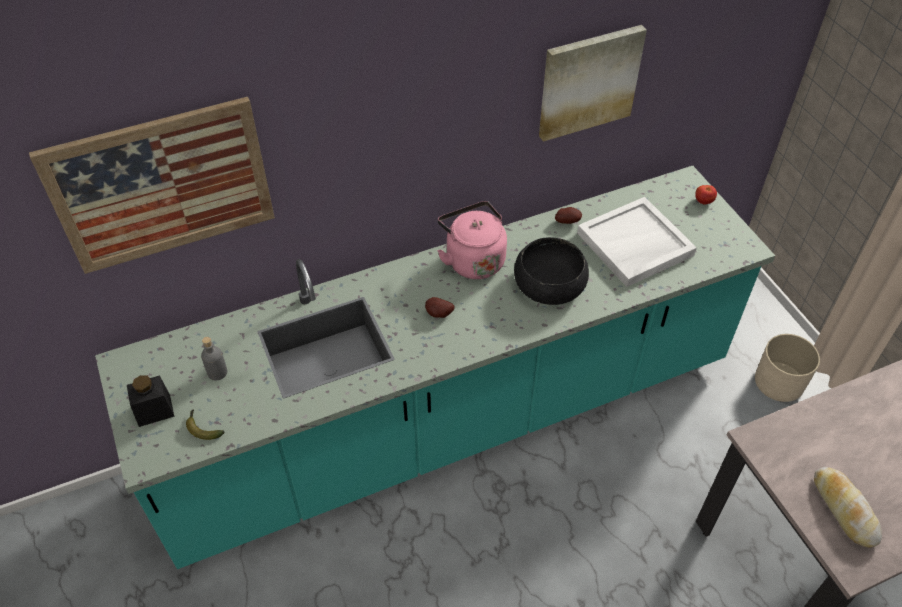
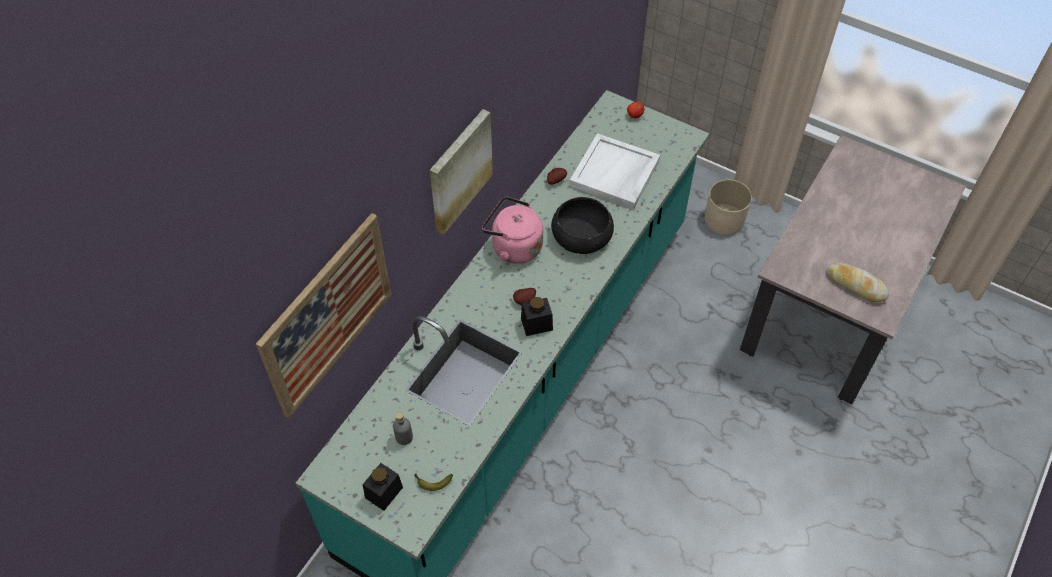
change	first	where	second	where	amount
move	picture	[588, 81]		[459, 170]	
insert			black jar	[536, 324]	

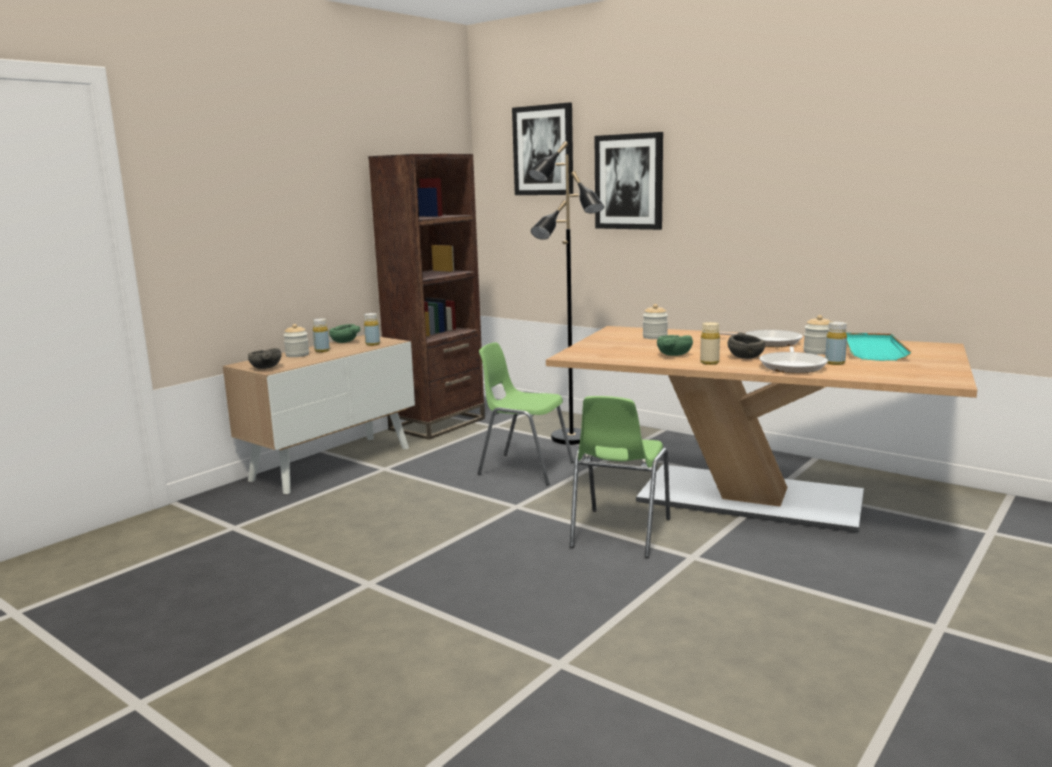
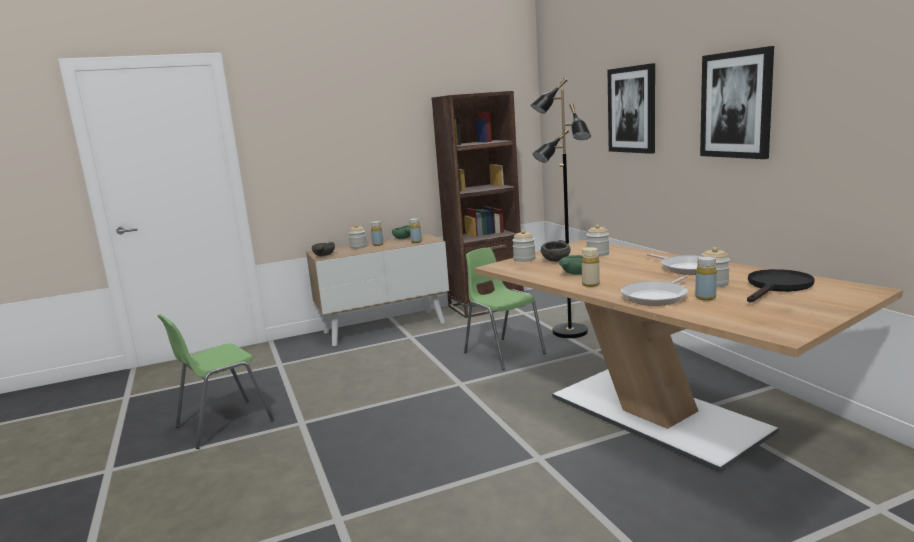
change	first	where	second	where	amount
move	green chair	[619, 533]		[223, 424]	
insert			jar	[524, 259]	
move	grey bowl	[746, 357]		[556, 260]	
move	picture	[543, 150]		[736, 105]	
replace	turquoise tray	[872, 350]	black frying pan	[777, 287]	

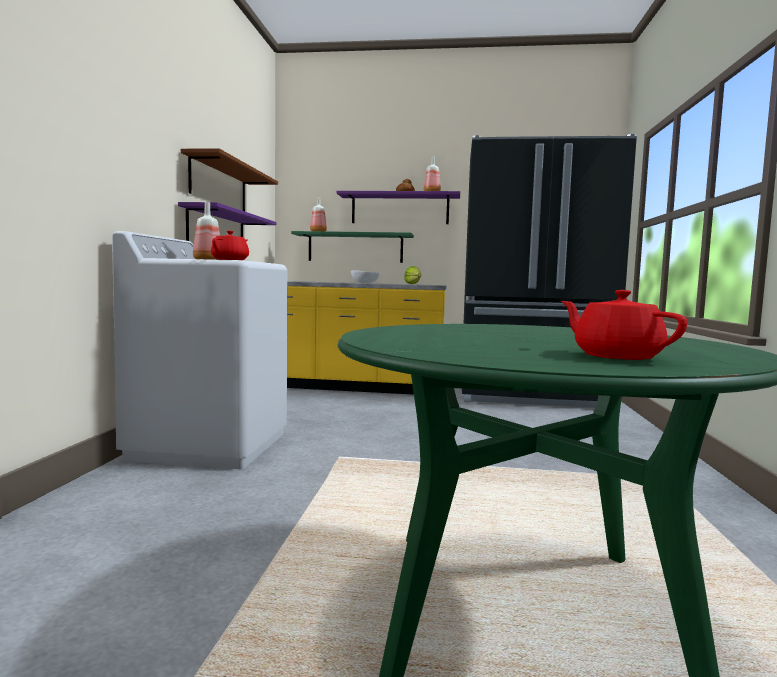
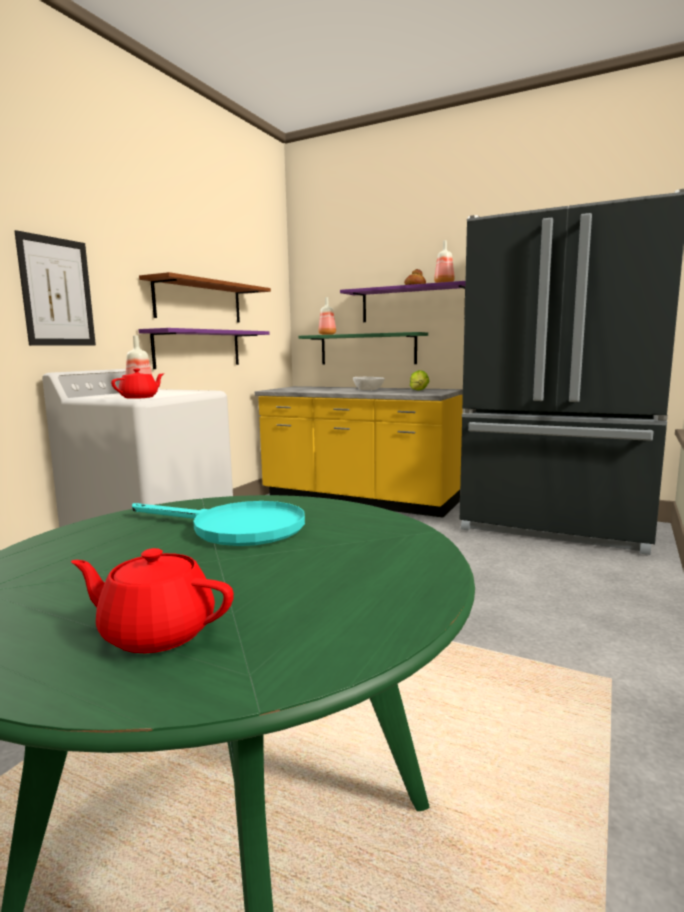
change	first	where	second	where	amount
insert			picture	[57, 292]	
rotate	red teapot	[616, 356]		[156, 632]	60 degrees counterclockwise
insert			turquoise frying pan	[235, 528]	

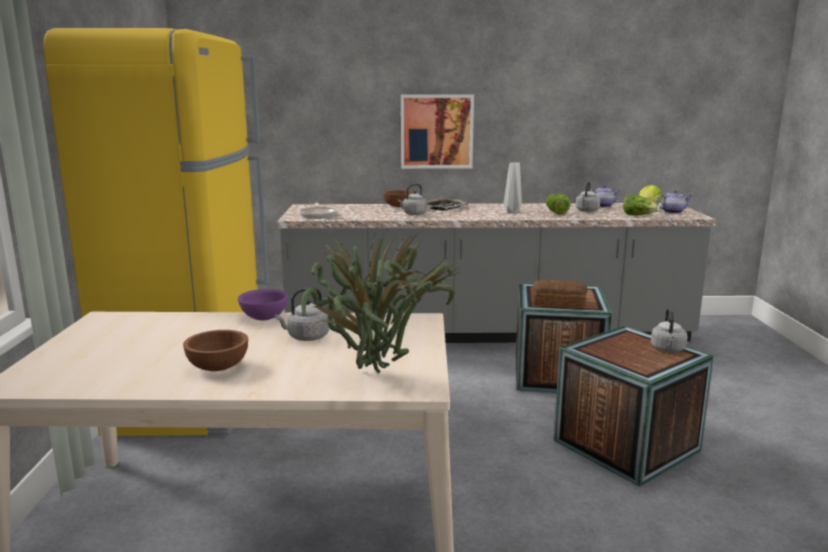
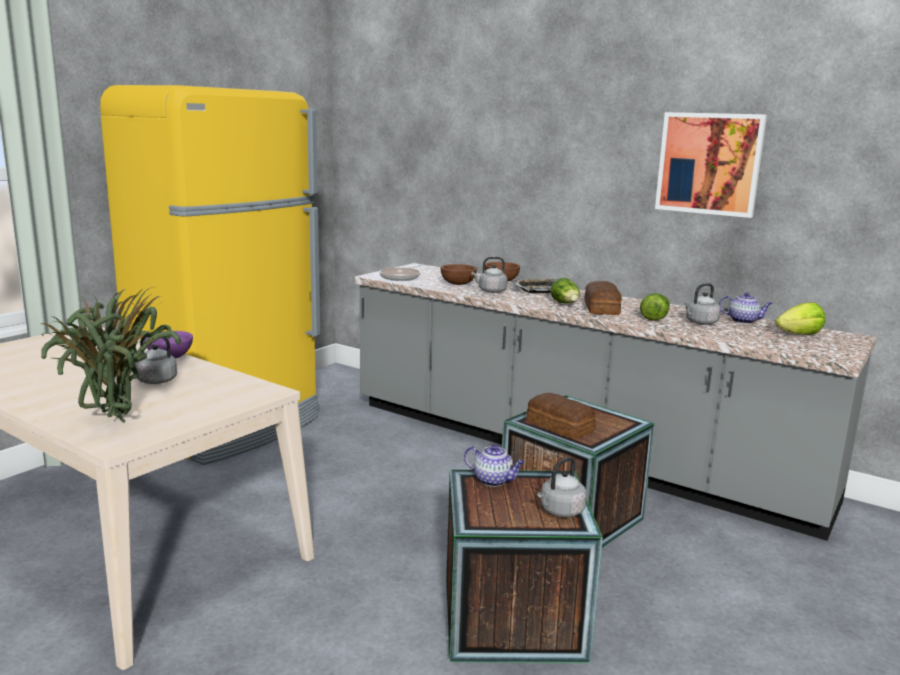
change	first	where	second	where	amount
move	brown bowl	[217, 367]		[457, 284]	
move	teapot	[673, 212]		[493, 480]	
move	lettuce	[639, 215]		[566, 304]	
replace	grey vase	[513, 212]	bread	[602, 308]	
move	picture	[436, 131]		[709, 163]	

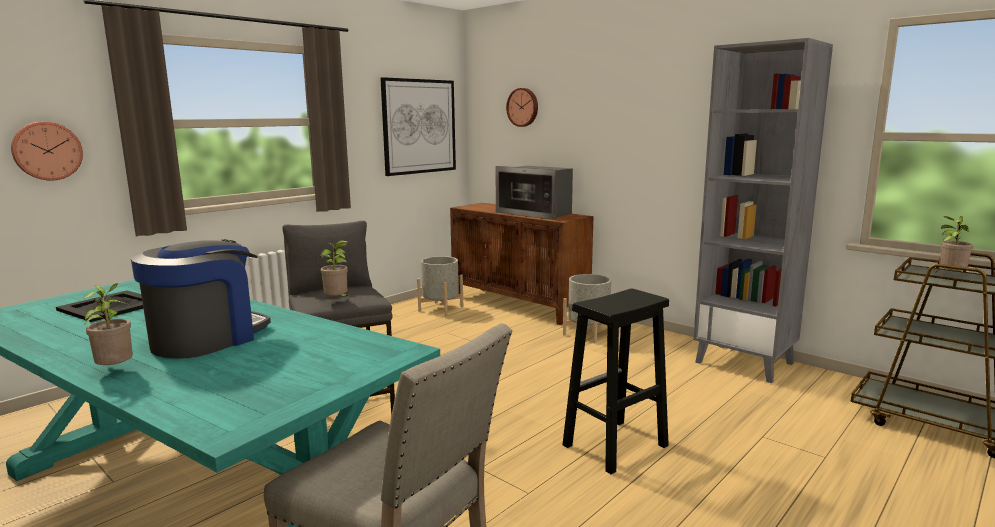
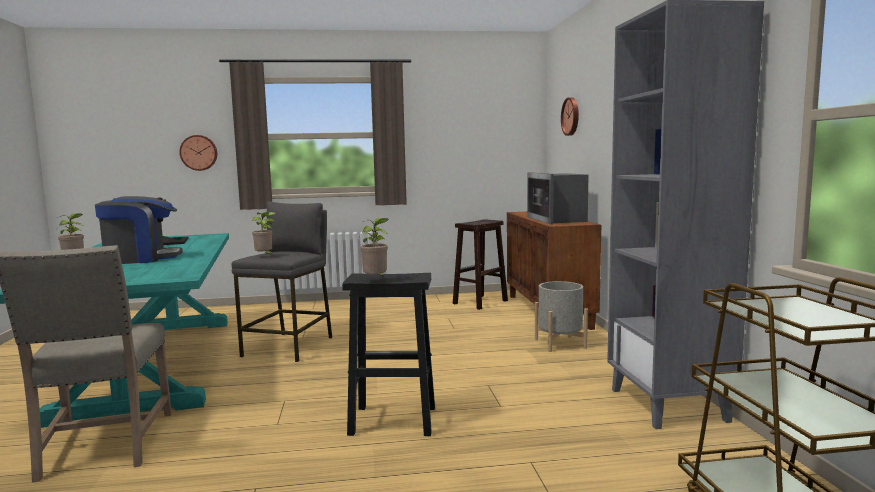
change	first	where	second	where	amount
move	potted plant	[949, 276]		[376, 281]	
replace	grey planter	[441, 309]	brown stool	[480, 302]	
delete	picture	[419, 126]			

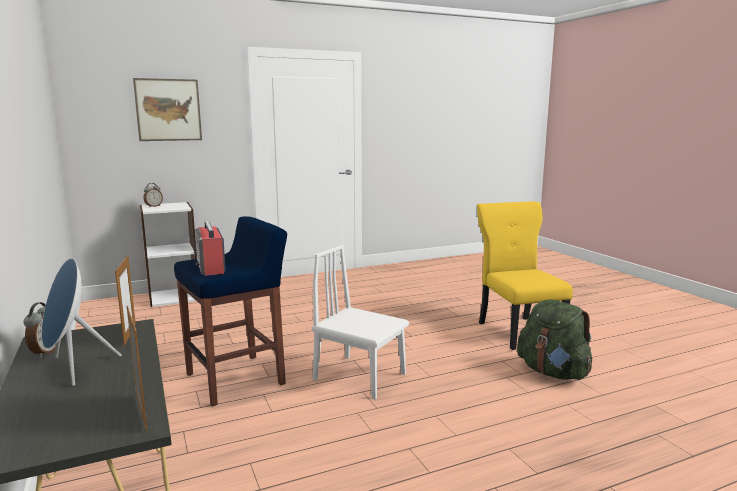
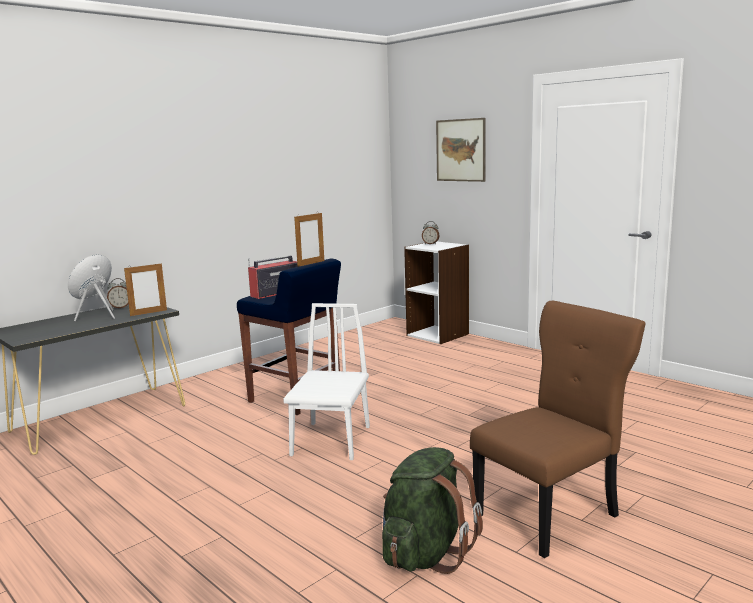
change	first	where	second	where	amount
move	picture frame	[141, 412]		[311, 263]	
recolor	yellow chair	[518, 331]	brown chair	[551, 514]	

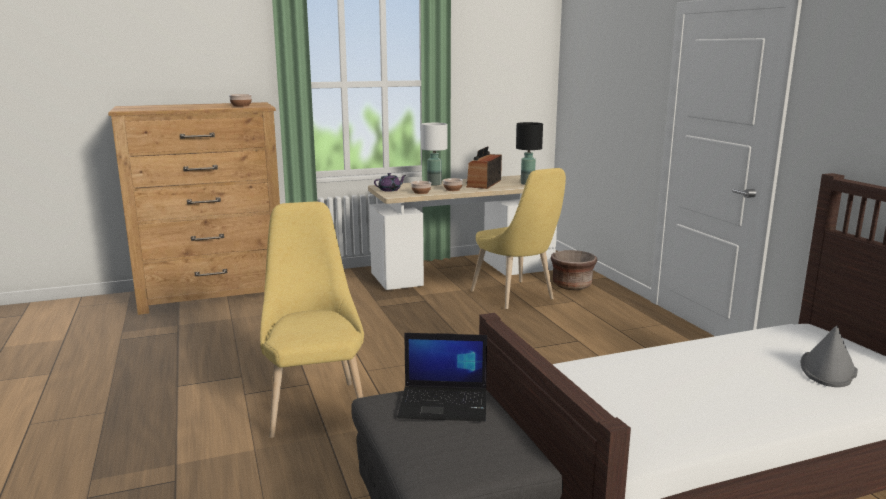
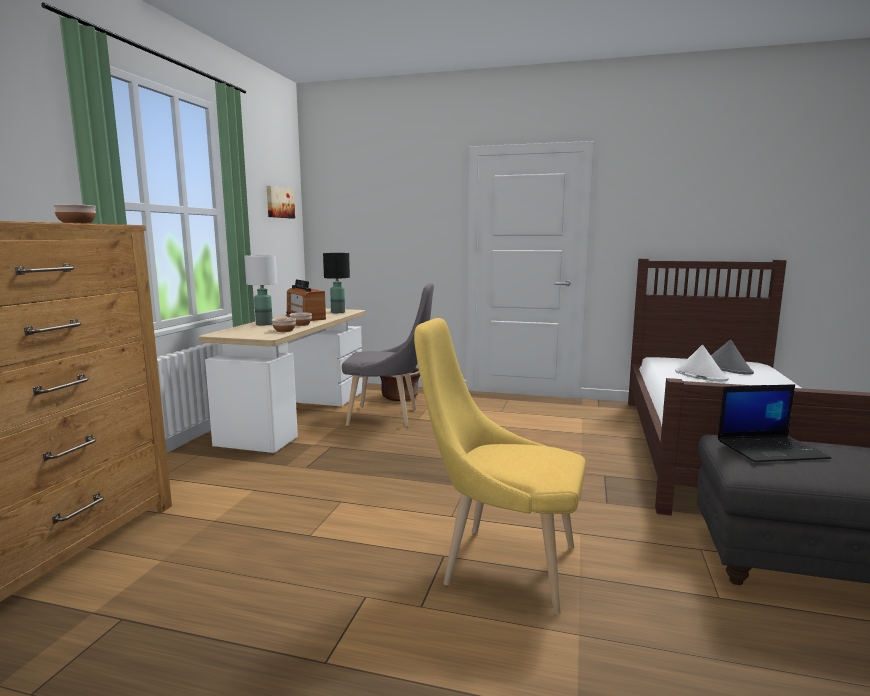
change	first	where	second	where	amount
insert			picture	[279, 202]	
recolor	yellow chair	[516, 297]	grey chair	[388, 417]	
insert			white hat	[700, 375]	
rotate	laptop	[445, 403]		[771, 449]	45 degrees clockwise
delete	purple teapot	[390, 190]			

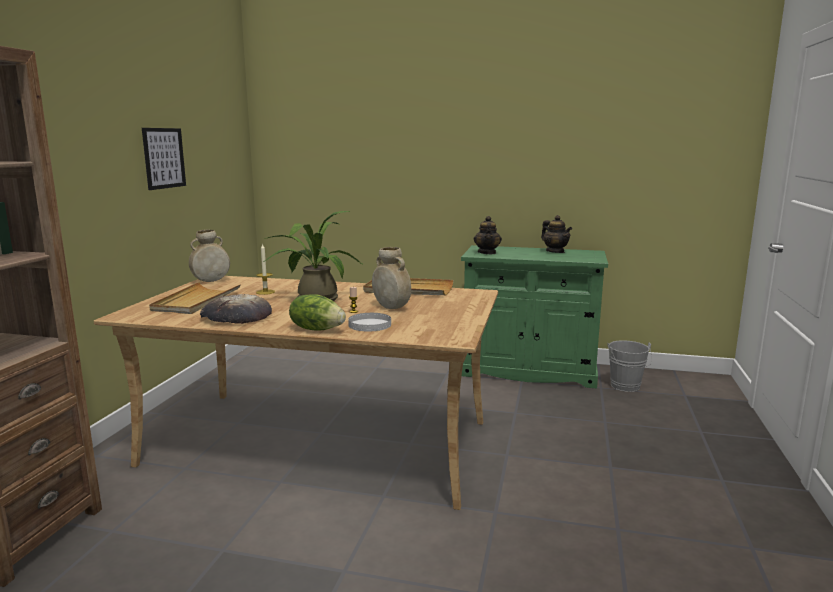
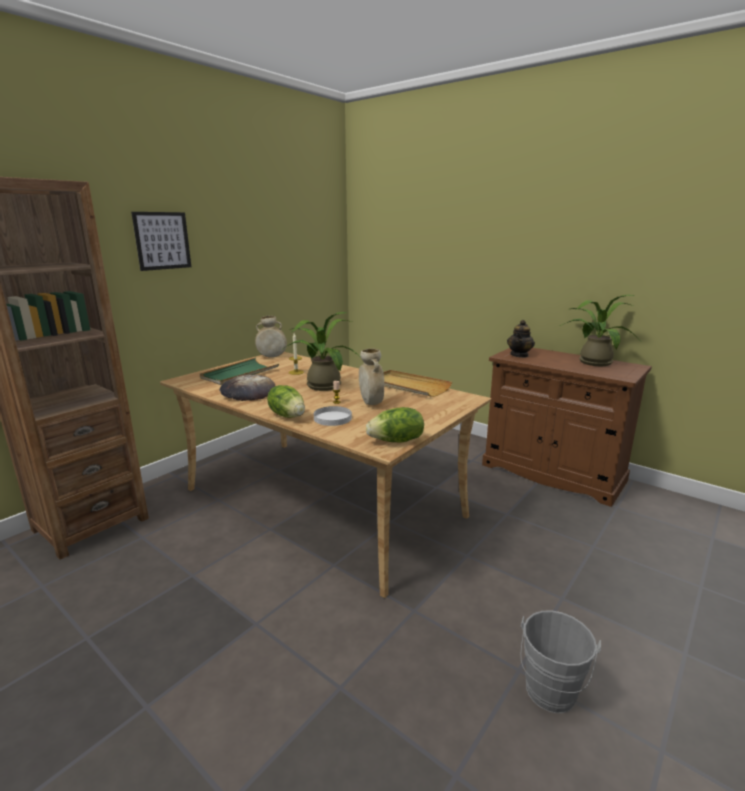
change	first	where	second	where	amount
move	picture	[164, 158]		[162, 241]	
recolor	beige tray	[196, 301]	green tray	[240, 374]	
insert			lettuce	[397, 441]	
recolor	green cabinet	[528, 370]	brown cabinet	[552, 473]	
move	grey bucket	[626, 387]		[549, 695]	
replace	teapot	[555, 251]	potted plant	[592, 361]	

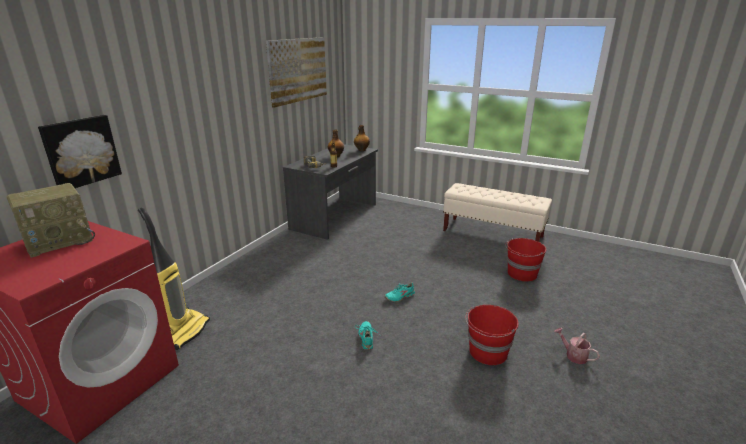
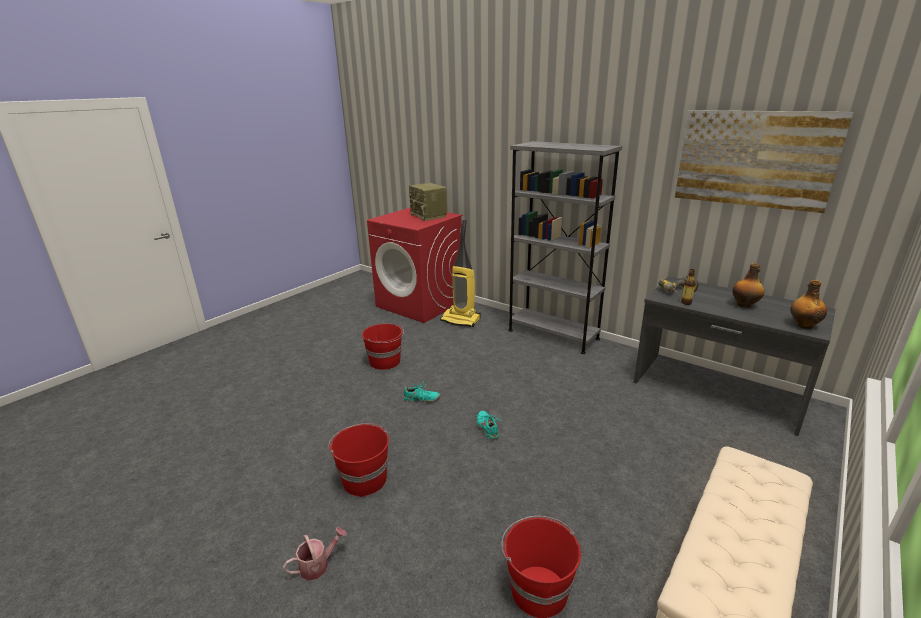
change	first	where	second	where	amount
insert			red bucket	[385, 362]	
insert			grey bookcase	[553, 334]	
delete	picture	[81, 151]			

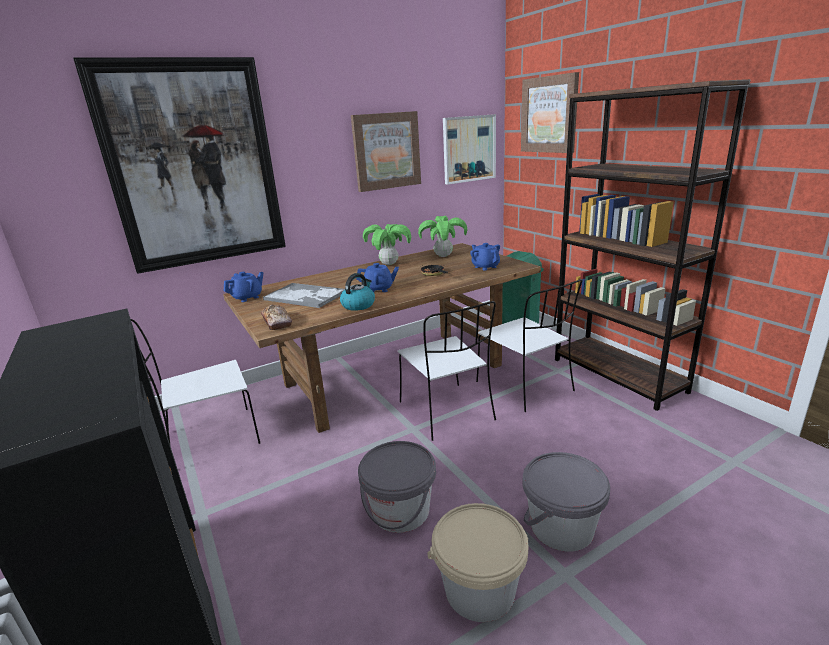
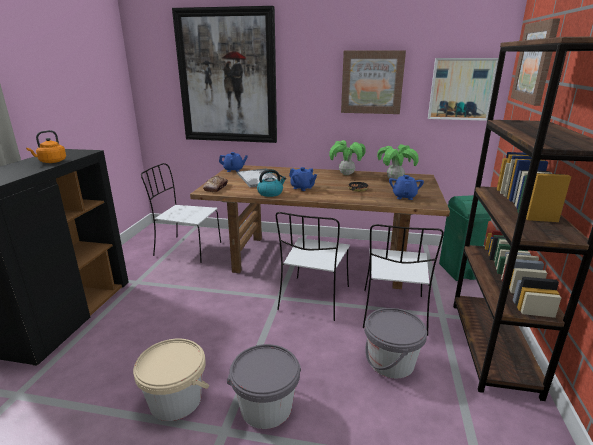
change	first	where	second	where	amount
insert			orange kettle	[51, 162]	
move	grey bucket	[400, 511]		[391, 362]	

